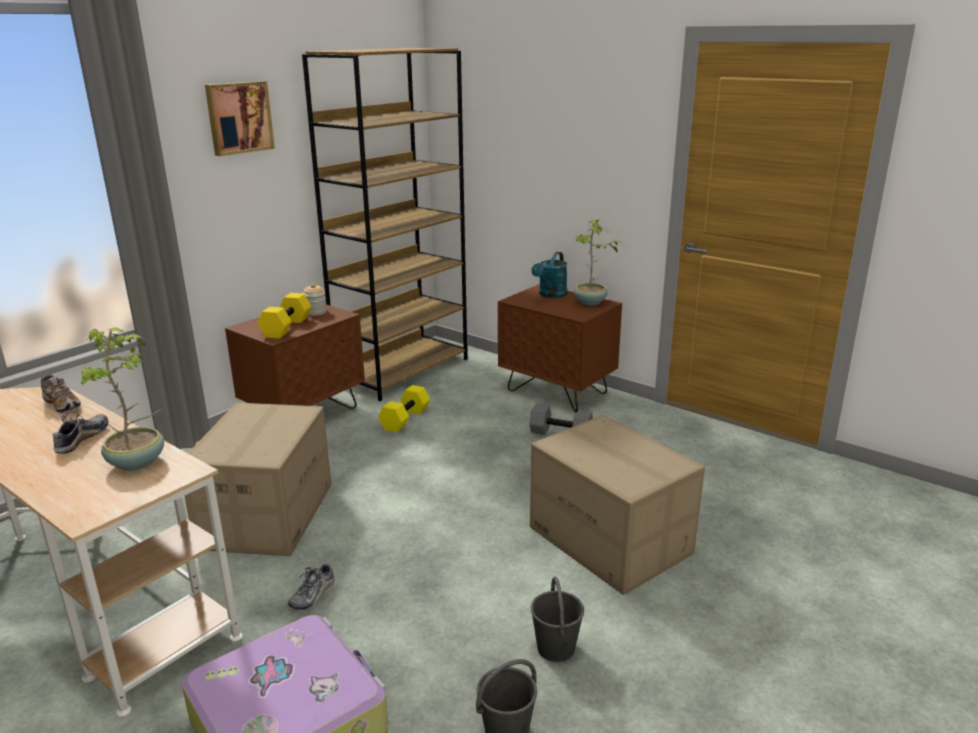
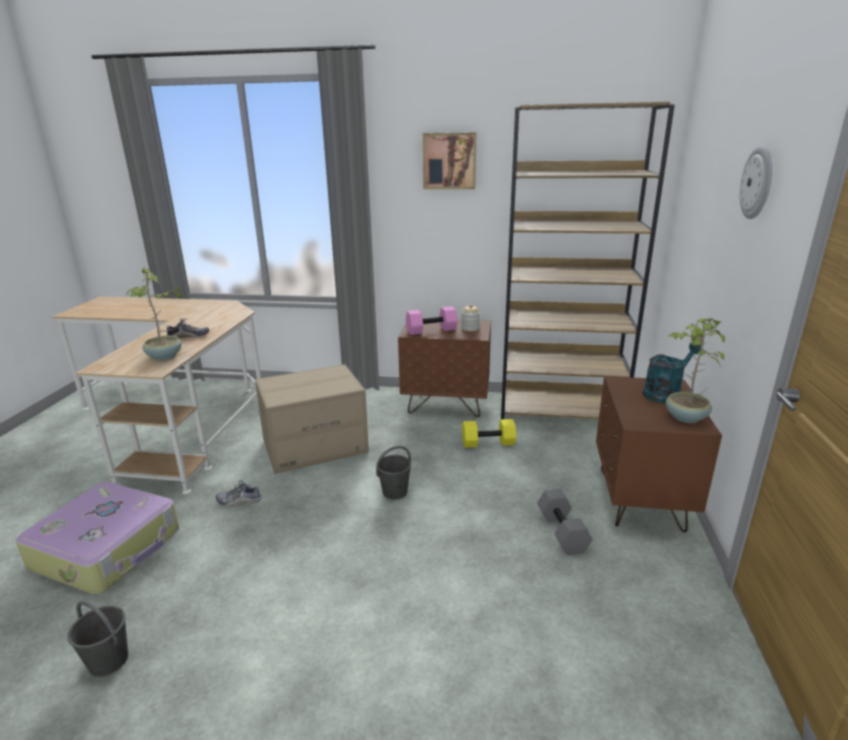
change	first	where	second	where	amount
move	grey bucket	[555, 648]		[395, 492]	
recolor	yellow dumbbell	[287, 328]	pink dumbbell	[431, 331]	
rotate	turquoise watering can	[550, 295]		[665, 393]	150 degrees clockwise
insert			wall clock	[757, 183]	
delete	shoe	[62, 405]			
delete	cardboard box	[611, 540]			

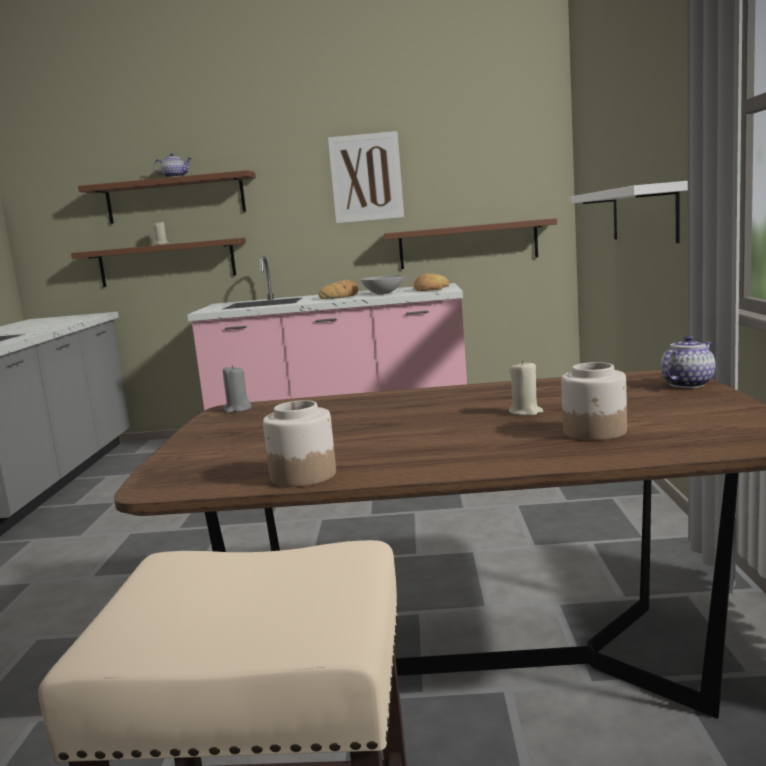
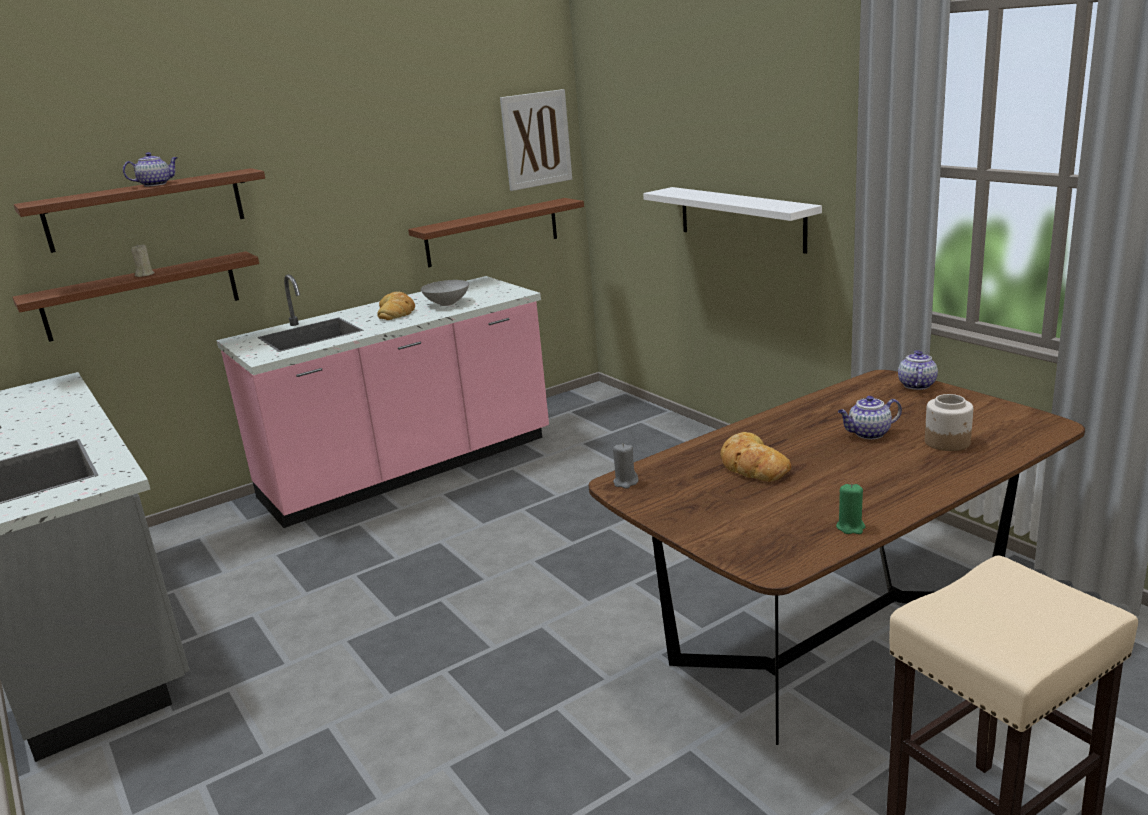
change	first	where	second	where	amount
move	picture	[366, 178]		[536, 139]	
move	bread	[430, 289]		[752, 465]	
replace	jar	[303, 475]	green candle	[850, 527]	
replace	beige candle	[525, 412]	teapot	[868, 434]	

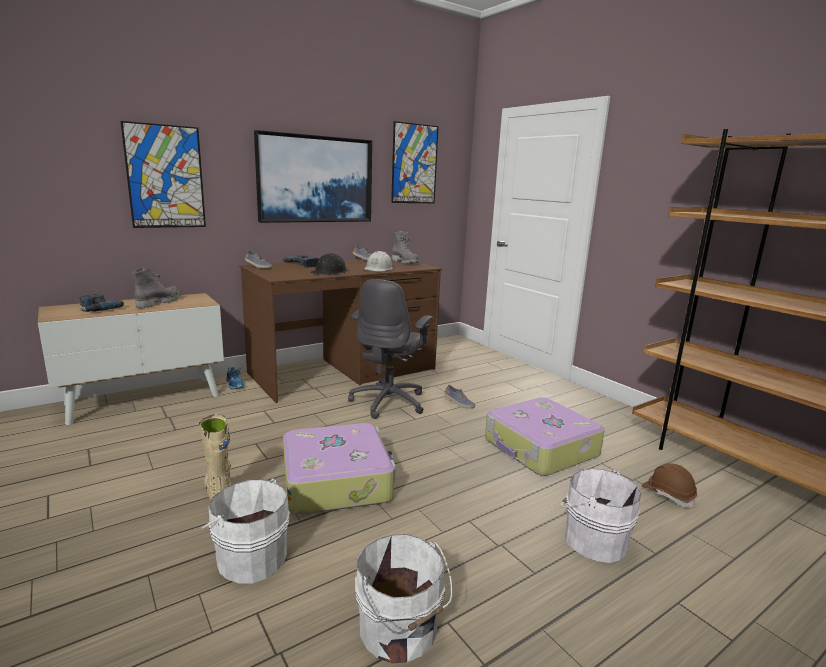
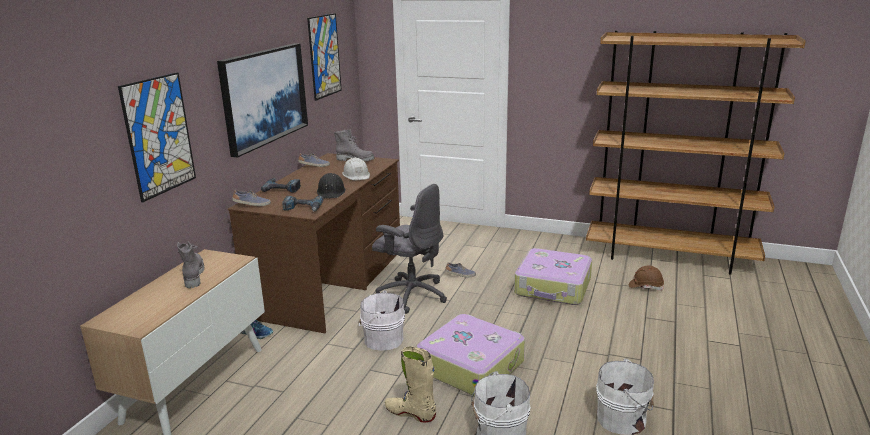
change	first	where	second	where	amount
move	power drill	[96, 308]		[303, 208]	
move	white bucket	[592, 539]		[382, 339]	
rotate	grey office chair	[389, 402]		[411, 294]	45 degrees counterclockwise

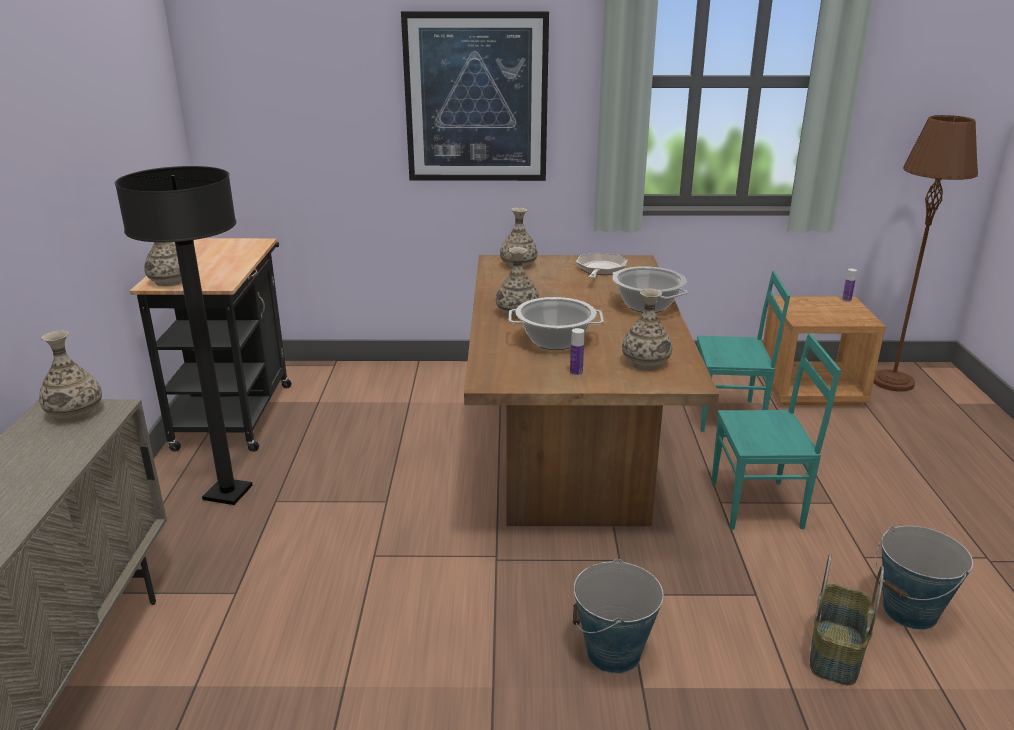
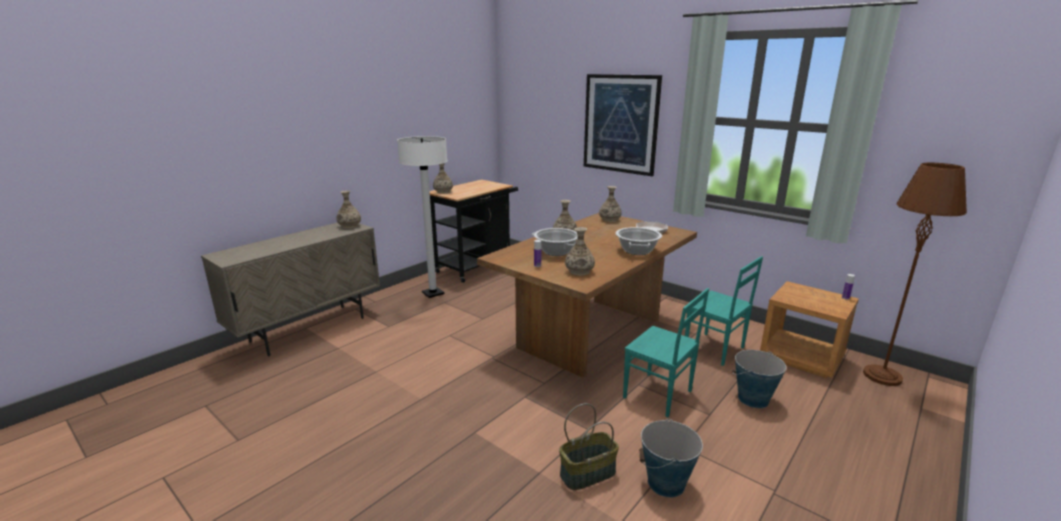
change	first	where	second	where	amount
recolor	black floor lamp	[228, 493]	white floor lamp	[433, 293]	
move	bucket	[613, 653]		[753, 399]	

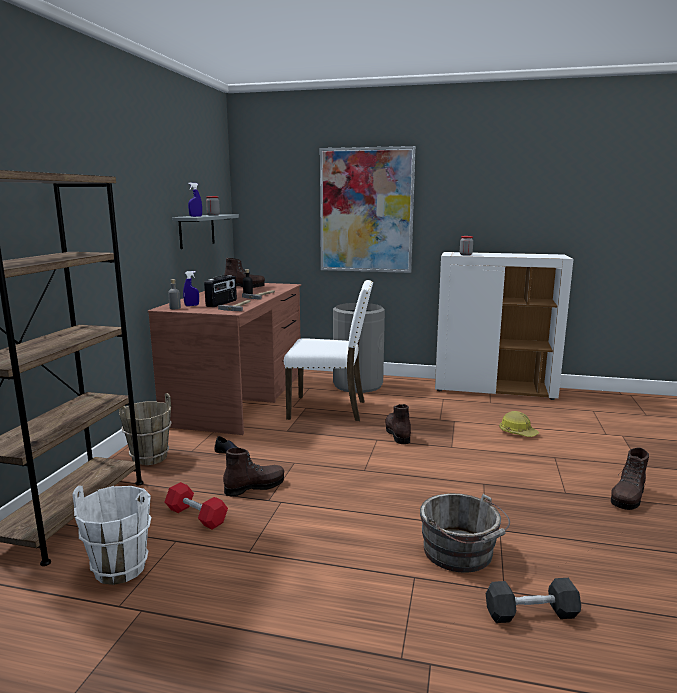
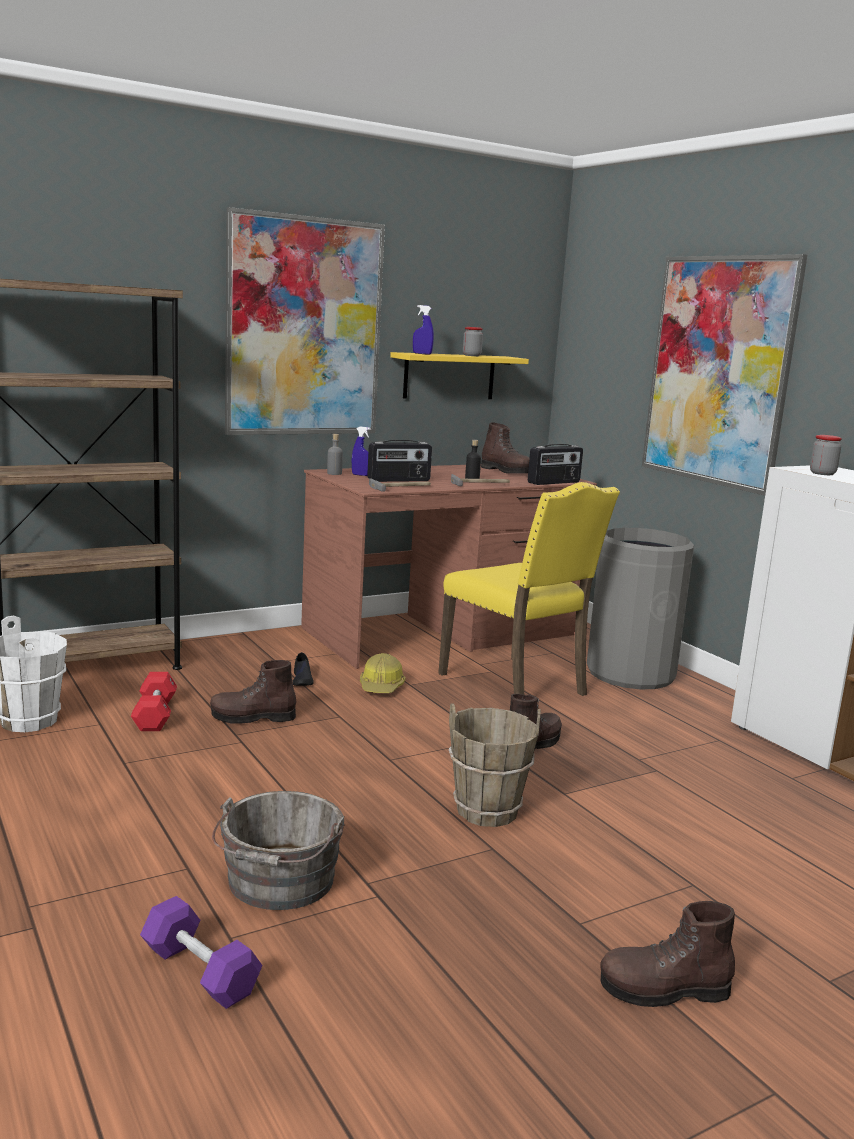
change	first	where	second	where	amount
recolor	black dumbbell	[531, 613]	purple dumbbell	[200, 971]	
rotate	brown boot	[254, 486]		[252, 717]	150 degrees clockwise
insert			picture	[304, 327]	
move	hard hat	[517, 432]		[381, 687]	
recolor	grey shelf	[197, 230]	yellow shelf	[449, 376]	
recolor	white chair	[329, 409]	yellow chair	[516, 684]	
move	brown bucket	[149, 457]		[486, 811]	
insert			radio	[554, 482]	

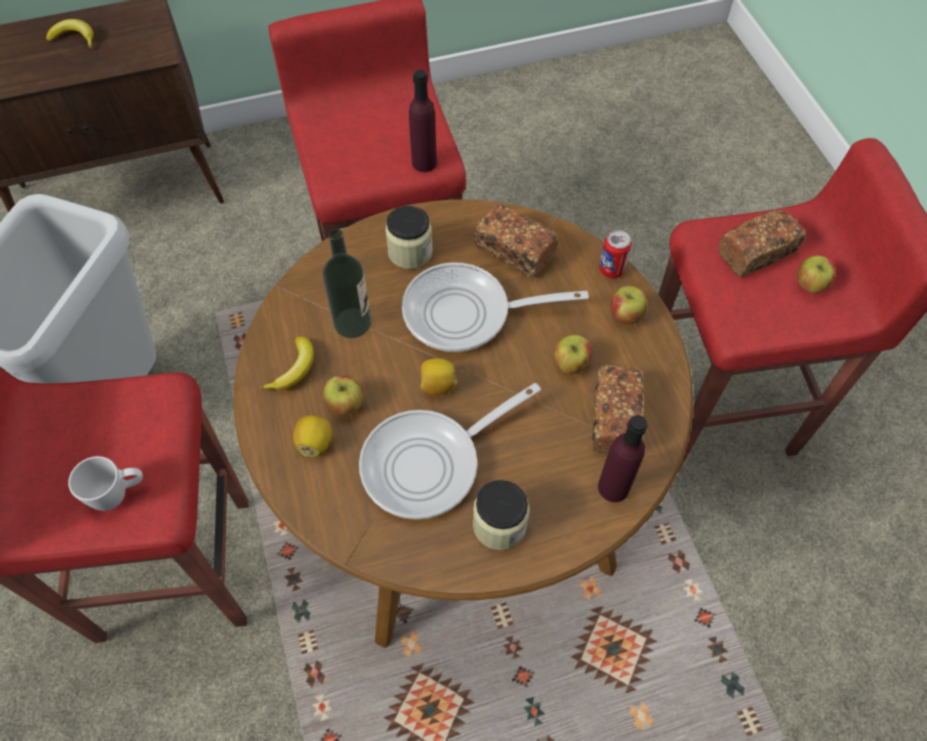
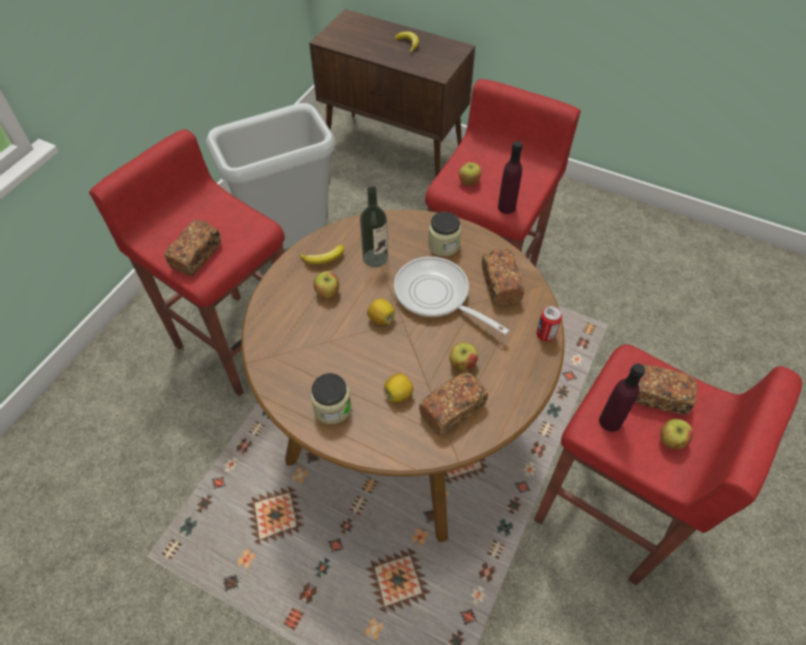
change	first	where	second	where	amount
replace	white mug	[119, 494]	bread	[196, 256]	
move	lemon	[315, 443]		[398, 394]	
move	apple	[625, 315]		[469, 182]	
move	purple bottle	[613, 487]		[610, 421]	
delete	frying pan	[430, 463]			

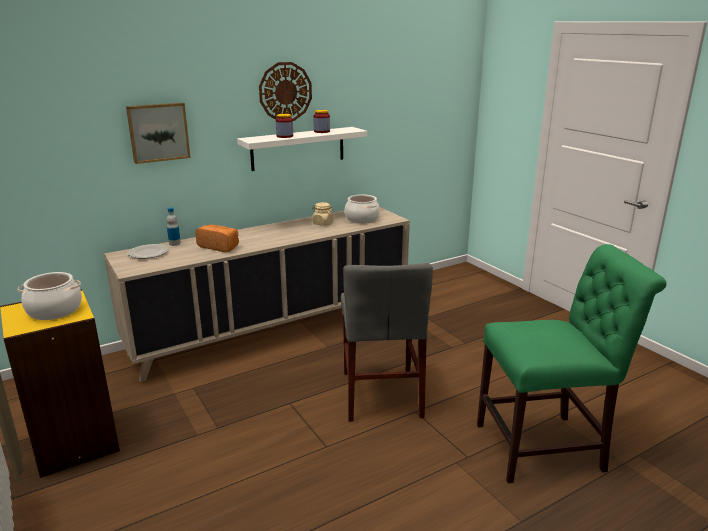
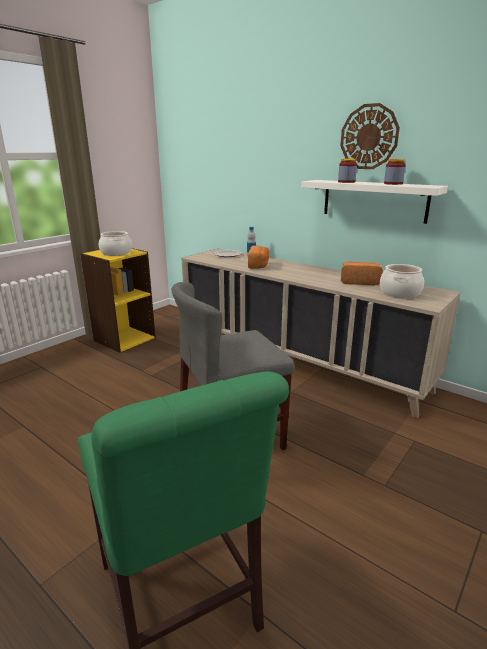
change	first	where	second	where	amount
replace	beige jar	[322, 223]	bread	[359, 282]	
delete	picture	[158, 132]			

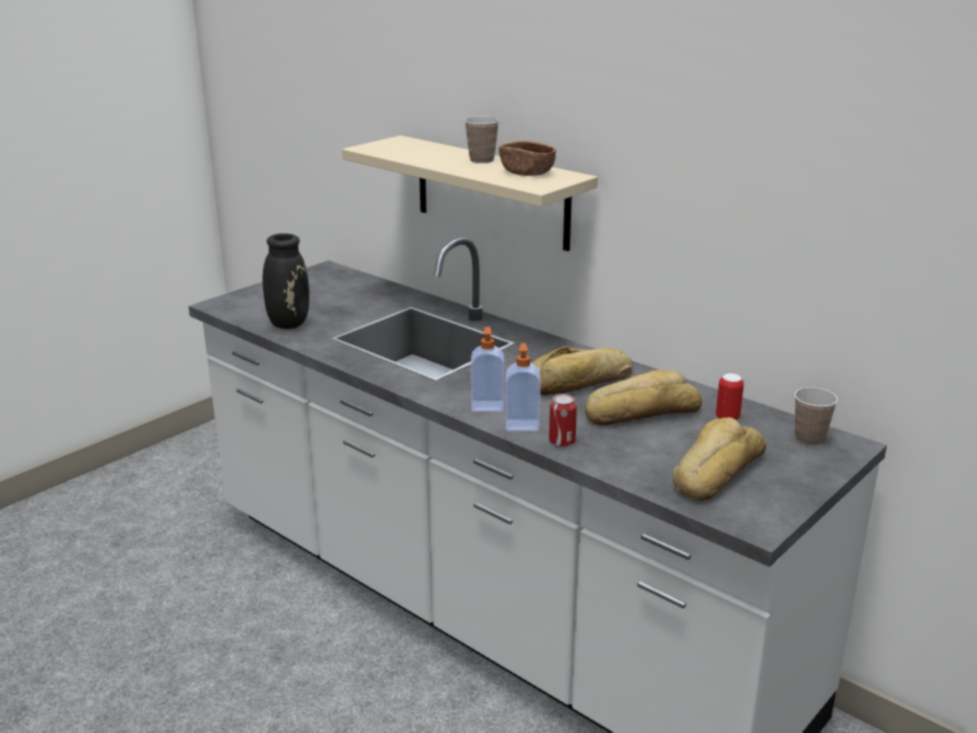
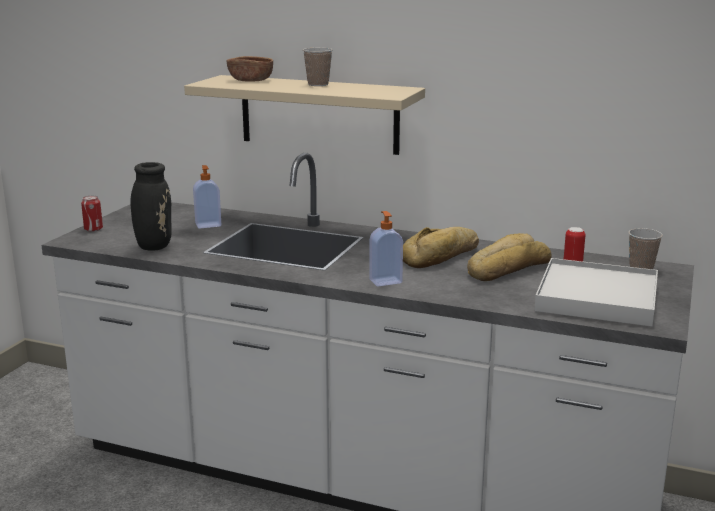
change	first	where	second	where	amount
move	can	[562, 442]		[93, 229]	
move	soap dispenser	[522, 425]		[208, 224]	
move	brown bowl	[527, 173]		[250, 80]	
replace	bread	[714, 471]	white tray	[597, 297]	

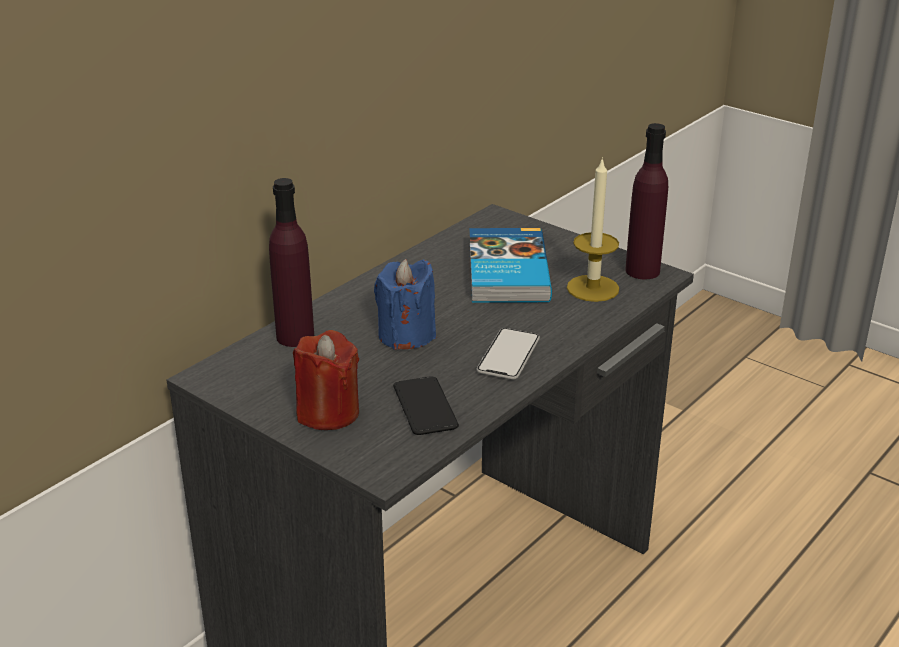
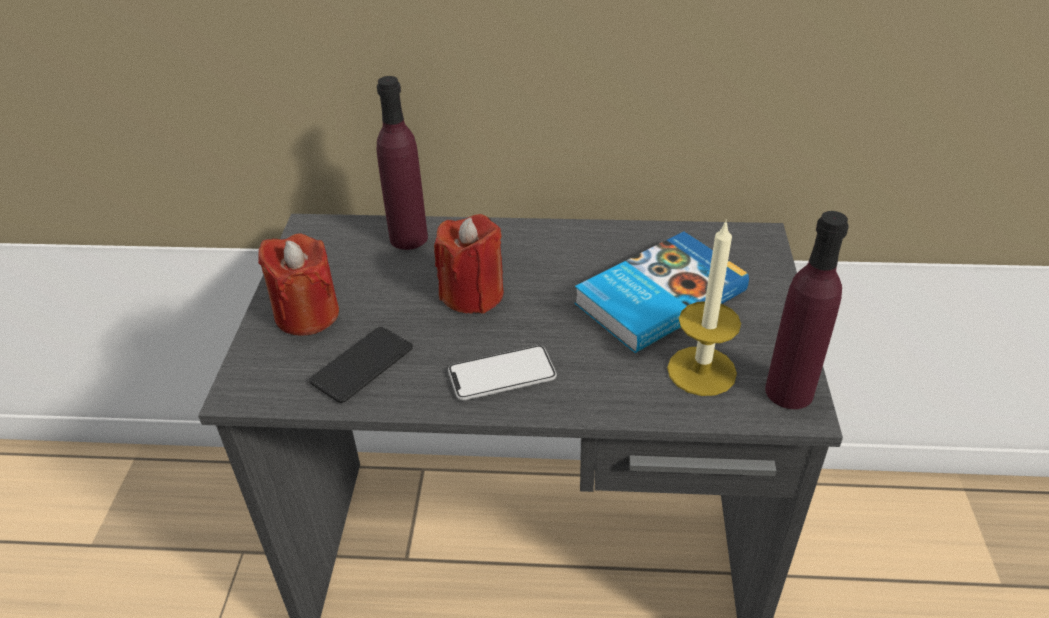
change	first	where	second	where	amount
recolor	blue candle	[406, 335]	red candle	[472, 294]	

